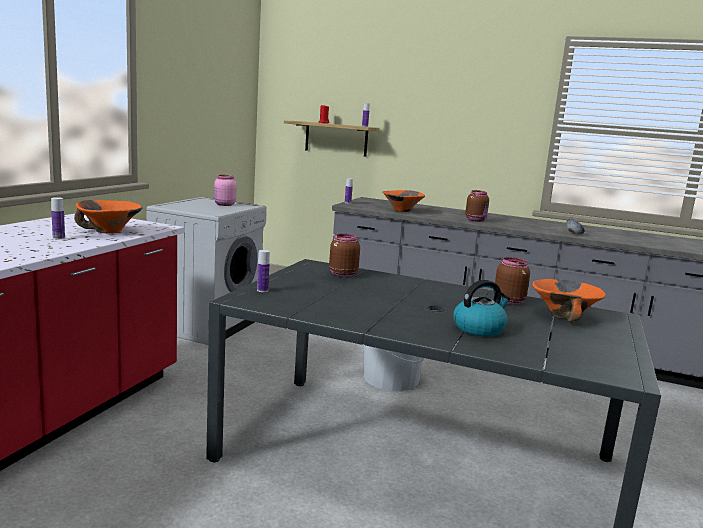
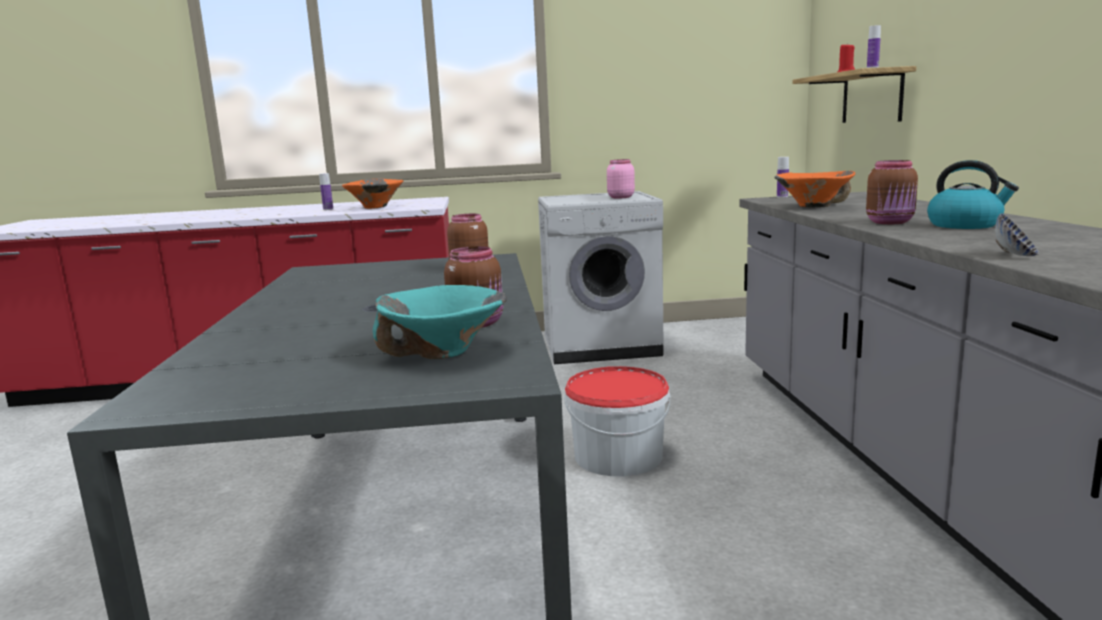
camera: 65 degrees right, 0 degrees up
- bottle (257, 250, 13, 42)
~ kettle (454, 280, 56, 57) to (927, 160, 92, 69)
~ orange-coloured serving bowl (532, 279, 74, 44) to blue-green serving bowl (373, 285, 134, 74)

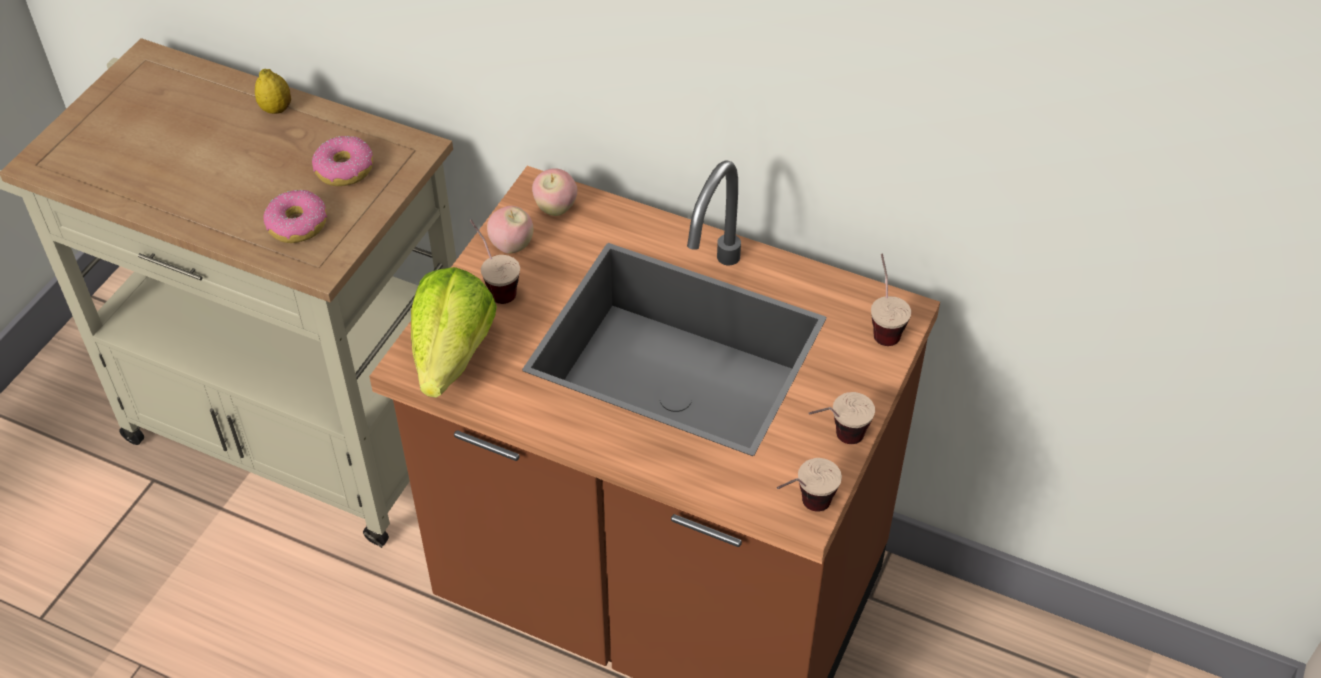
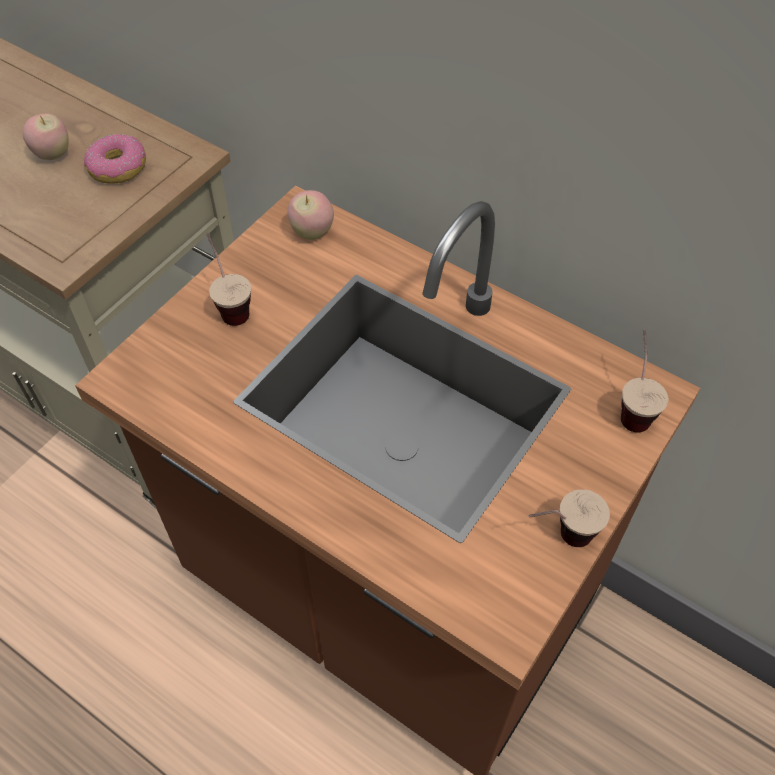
camera: 10 degrees right, 5 degrees up
- citrus fruit (255, 69, 36, 45)
- ring doughnut (263, 190, 64, 53)
- lettuce head (411, 267, 86, 131)
- cup (777, 458, 65, 54)
~ apple fruit (487, 206, 46, 47) to (23, 113, 45, 47)

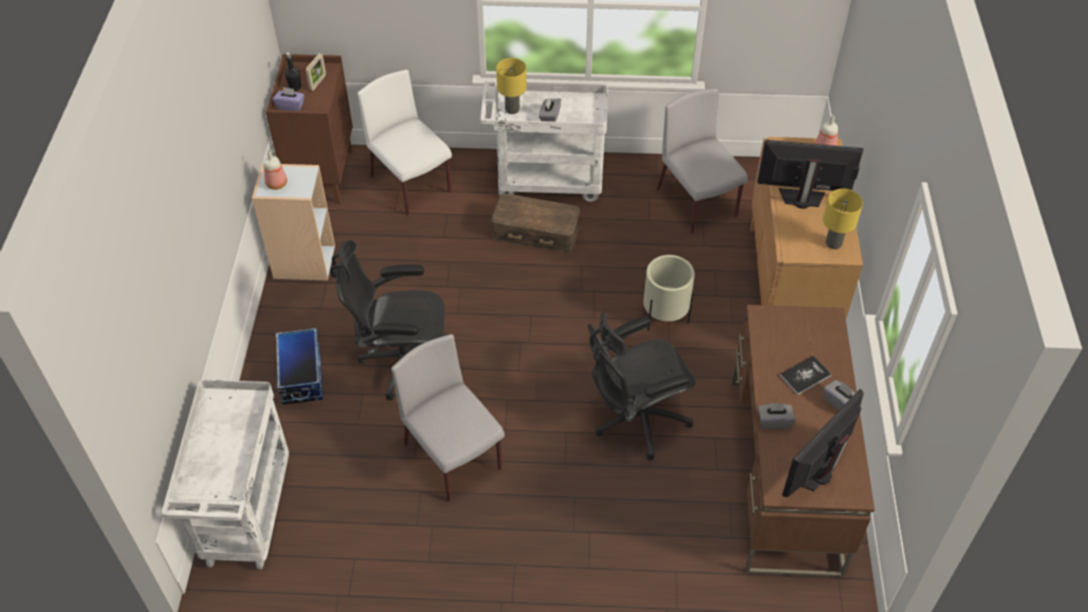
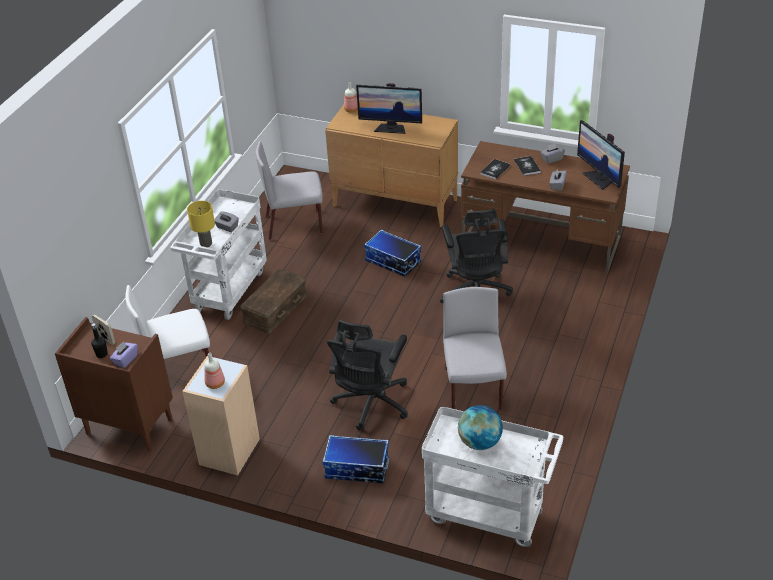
camera: 70 degrees left, 10 degrees down
- yellowish lamp for a table (823, 189, 40, 60)
+ world globe (458, 405, 45, 45)
+ bound book (480, 159, 30, 20)
~ beige-coloured flower pot (644, 255, 51, 76) to storage container (364, 230, 58, 47)
~ grey chair (391, 334, 114, 167) = (443, 287, 64, 123) 105 degrees clockwise
~ computer display (757, 140, 107, 69) = (356, 83, 66, 51) 105 degrees counterclockwise

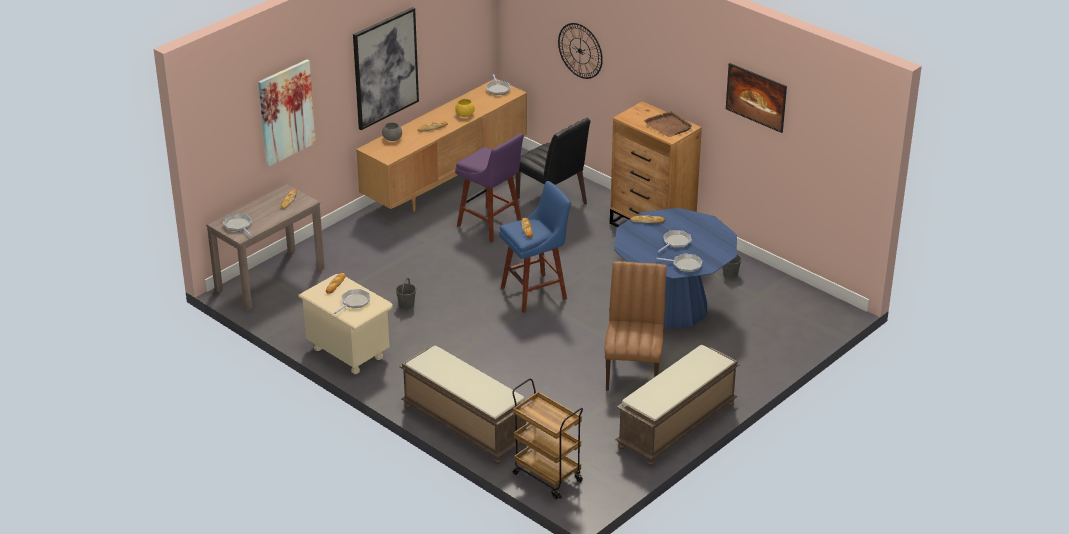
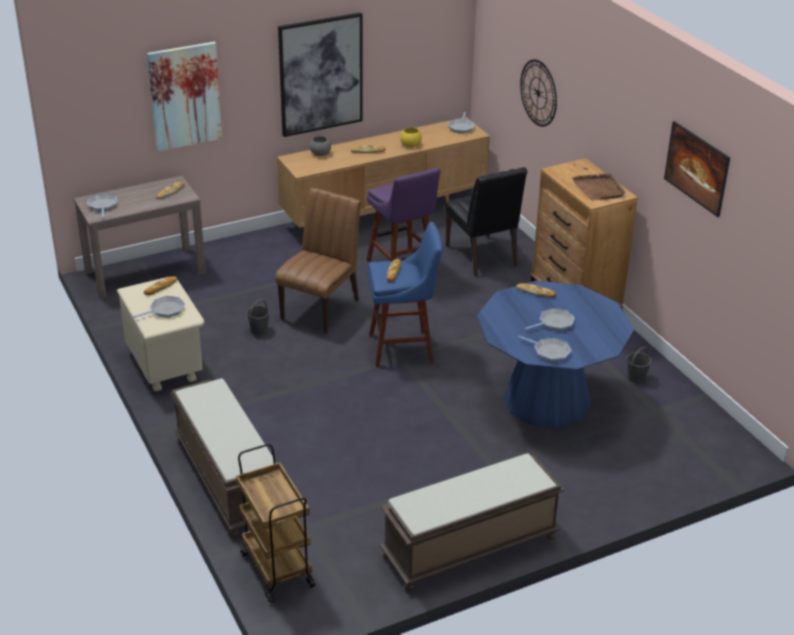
camera: 20 degrees right, 0 degrees up
~ brownish chair (604, 261, 62, 130) to (276, 188, 85, 146)

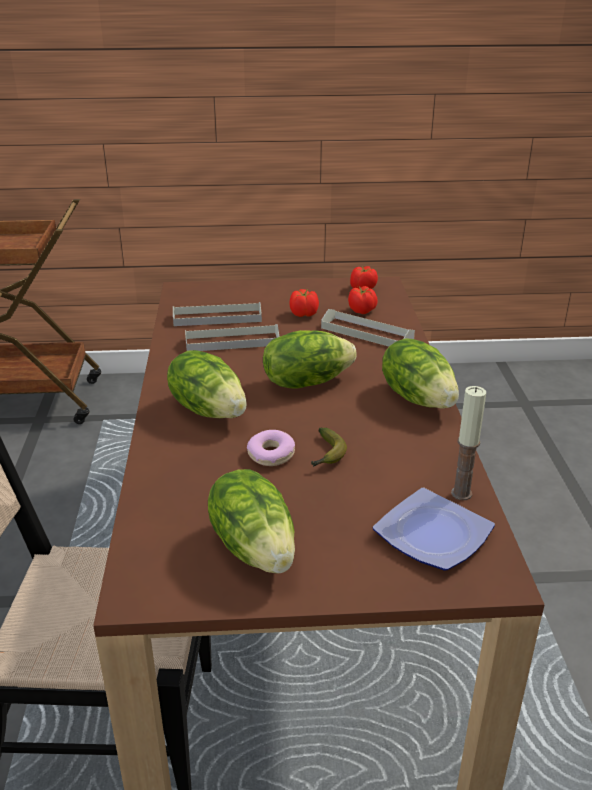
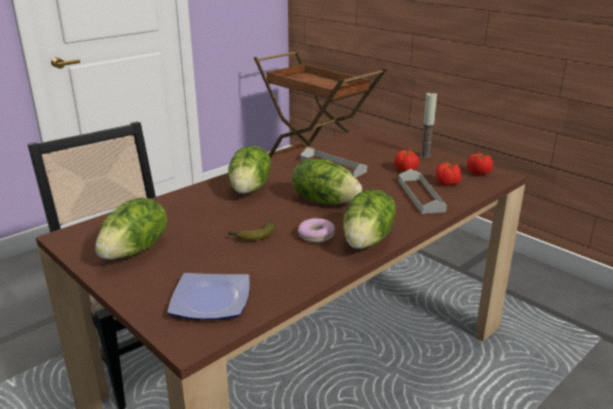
camera: 50 degrees right, 5 degrees down
- grey carrying tray (173, 302, 89, 24)
~ ring doughnut (247, 430, 48, 36) to (298, 218, 37, 25)
~ wax candle (451, 386, 35, 114) to (420, 93, 17, 65)

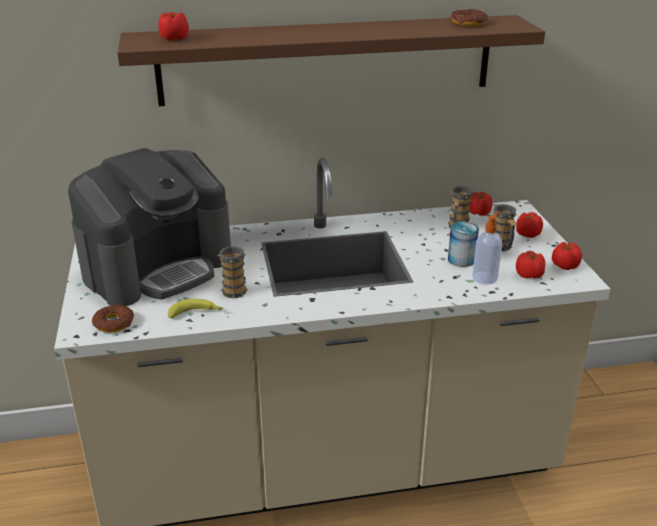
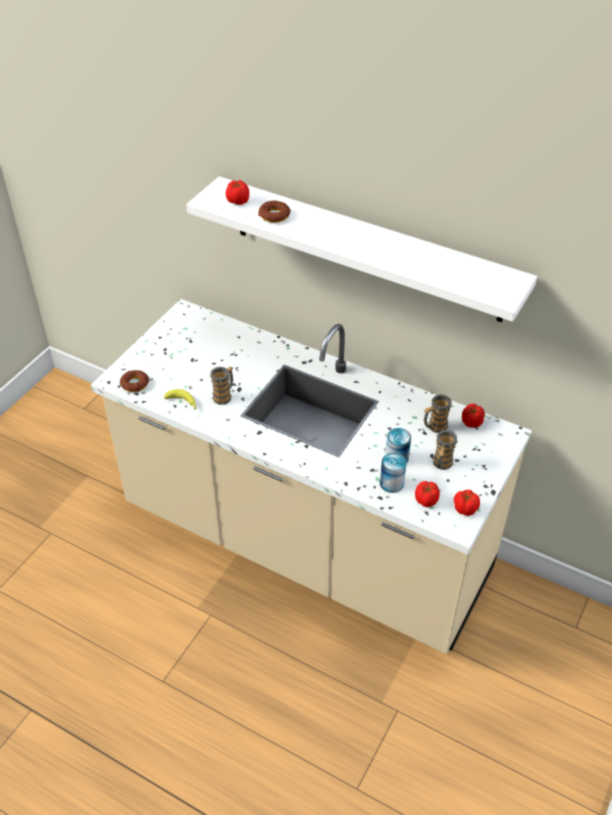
camera: 40 degrees right, 15 degrees up
- coffee maker (68, 148, 163, 158)
- tomato (516, 212, 27, 26)
~ ring doughnut (451, 9, 37, 17) to (258, 201, 33, 22)
~ liquid soap bottle (472, 212, 30, 73) to can (380, 453, 27, 40)
~ brownish bracket shelf (117, 15, 428, 91) to white-coloured bracket shelf (186, 176, 352, 146)

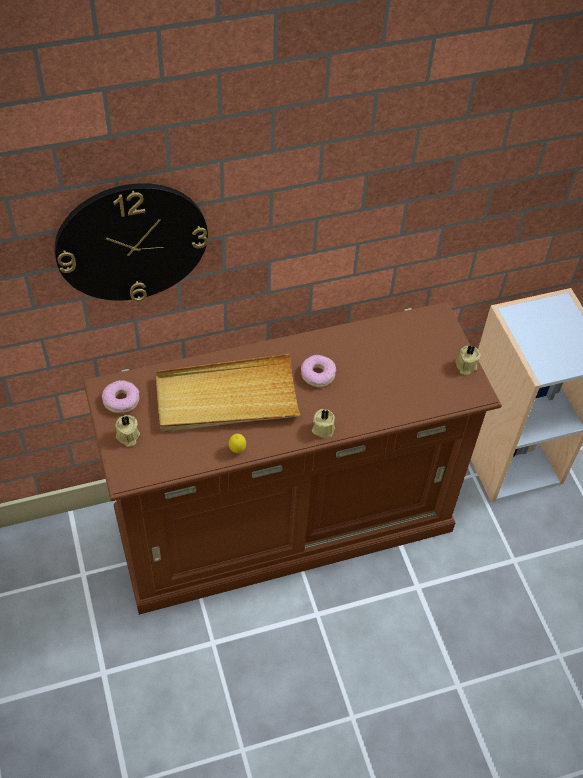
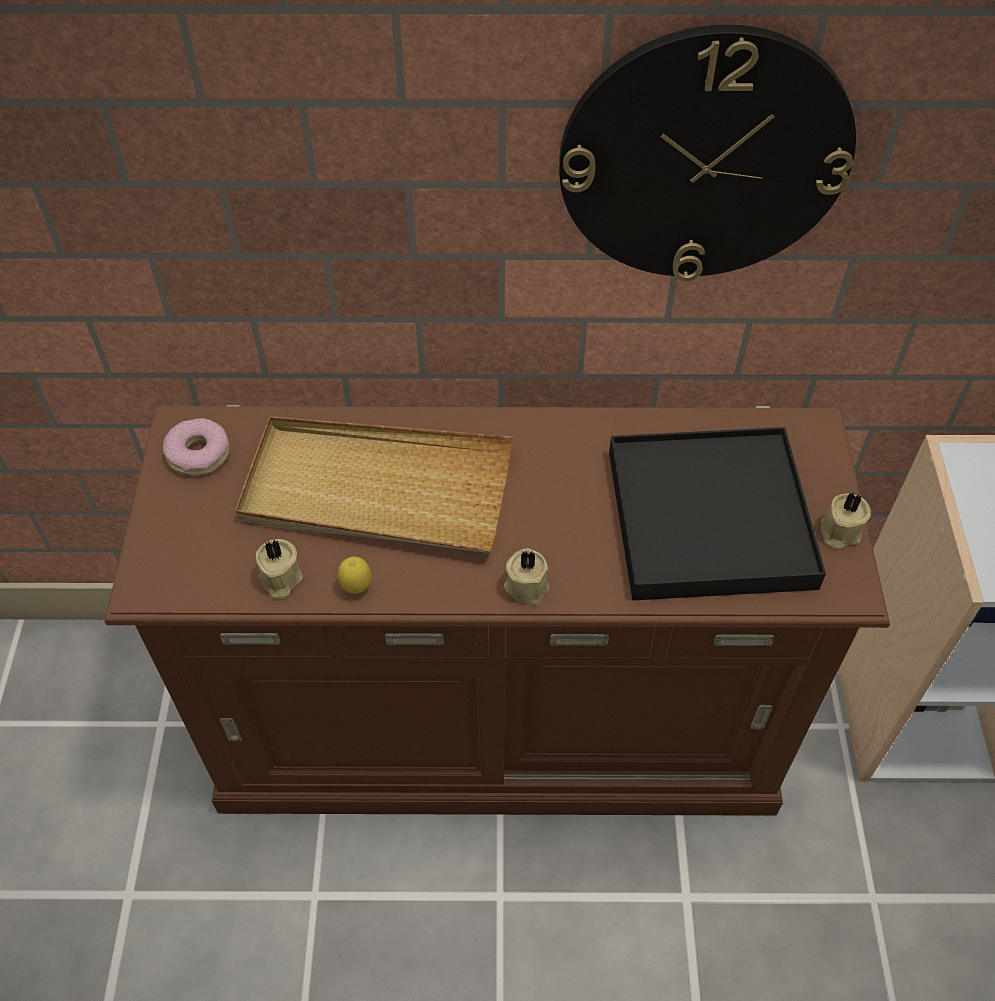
camera: 20 degrees right, 0 degrees up
- ring doughnut (301, 355, 35, 32)
+ blackish carrying tray (609, 427, 217, 173)
~ hanging clock (54, 183, 154, 119) to (559, 25, 297, 256)
~ beige-coloured wax candle (115, 415, 25, 32) to (256, 539, 47, 60)

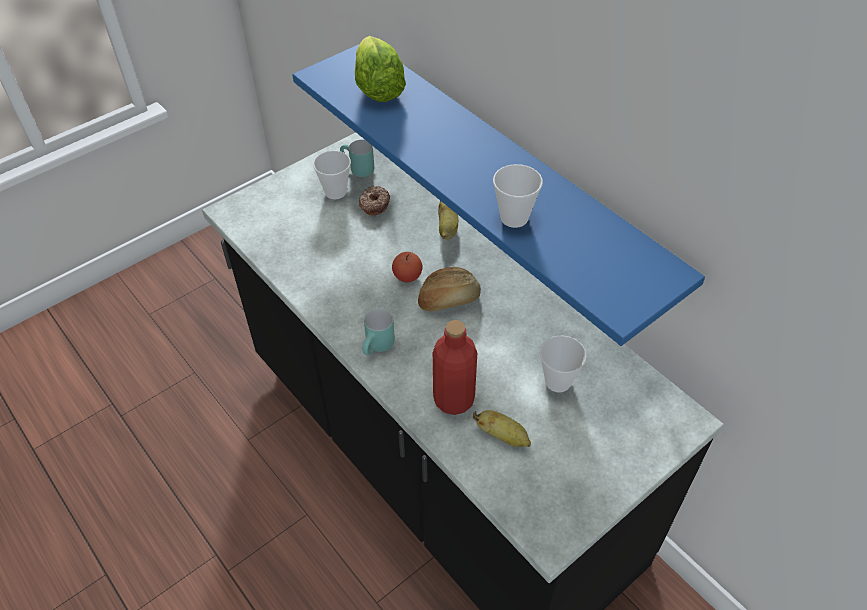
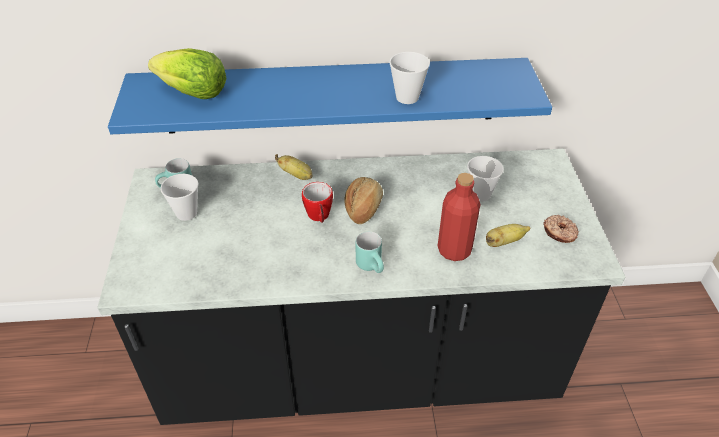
camera: 55 degrees left, 5 degrees down
~ ring doughnut (359, 186, 31, 29) to (543, 215, 36, 28)
~ apple fruit (392, 252, 31, 30) to coffee mug (302, 182, 31, 41)

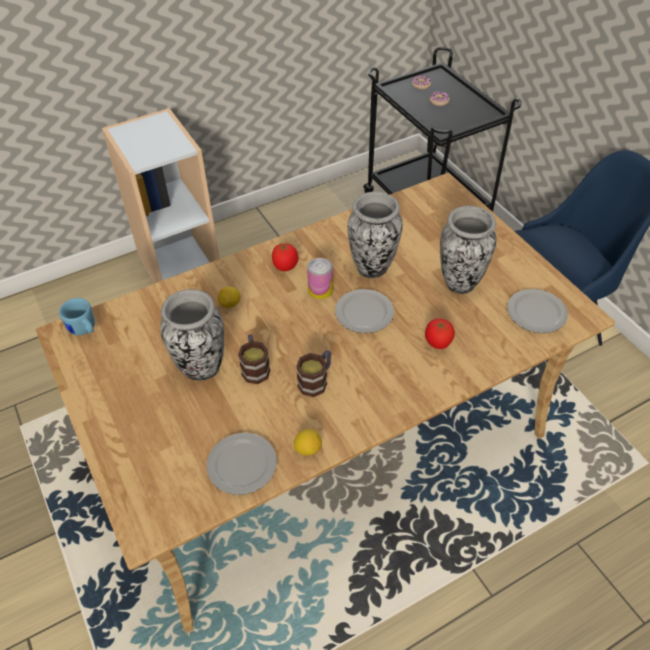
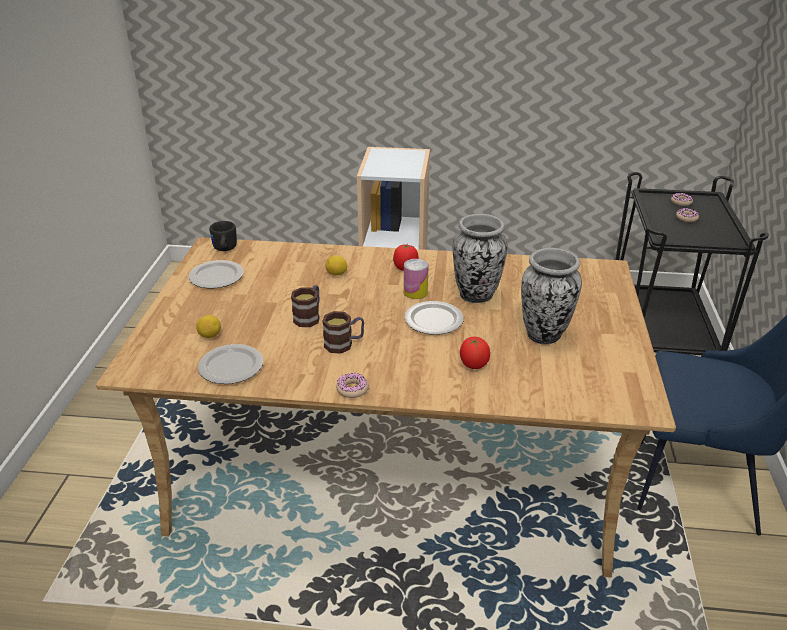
camera: 35 degrees right, 15 degrees down
- vase (160, 289, 64, 92)
+ ring doughnut (336, 373, 33, 25)
~ citrus fruit (294, 429, 28, 27) to (196, 315, 25, 23)
~ flat dish (507, 289, 61, 44) to (189, 260, 55, 29)
~ bluish coffee mug (59, 298, 36, 37) to blackish coffee mug (209, 221, 28, 30)

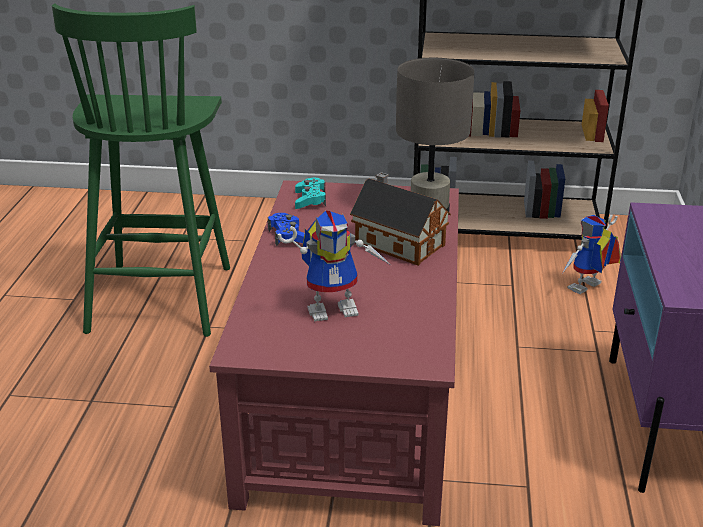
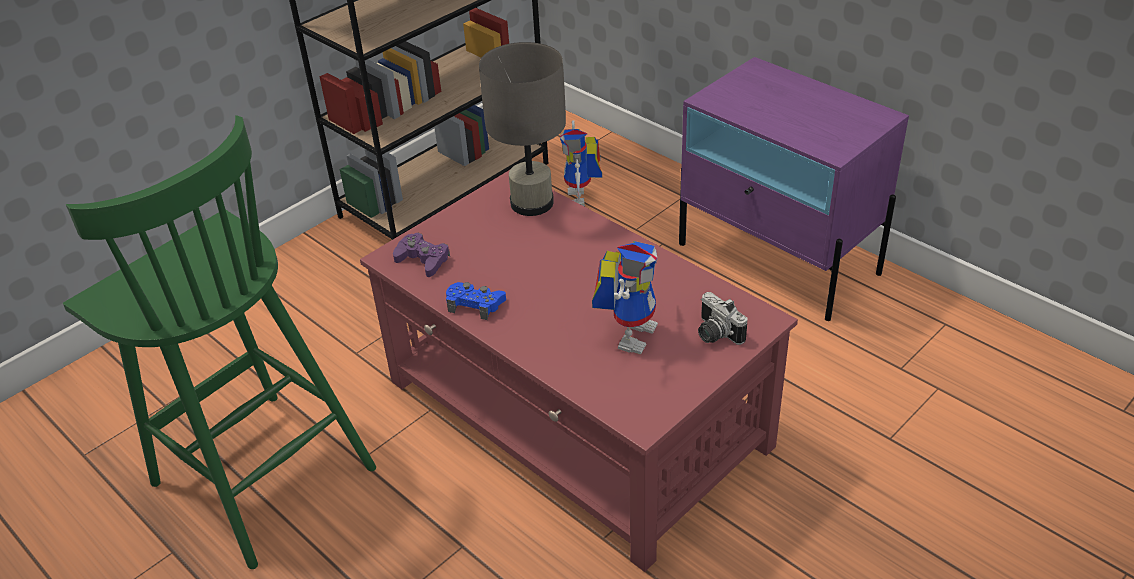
camera: 50 degrees left, 10 degrees up
- miniature house (350, 172, 101, 94)
+ still camera (698, 292, 49, 53)
~ blue-green joypad (295, 178, 31, 31) to purple joypad (393, 233, 57, 44)

